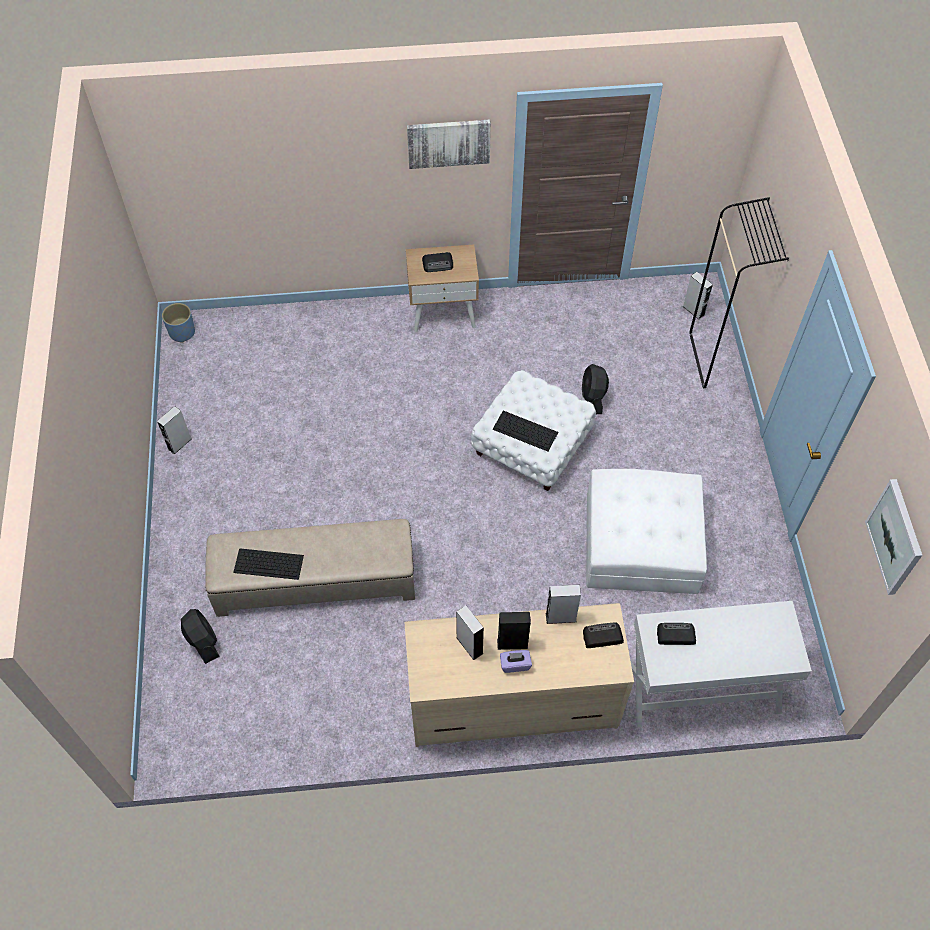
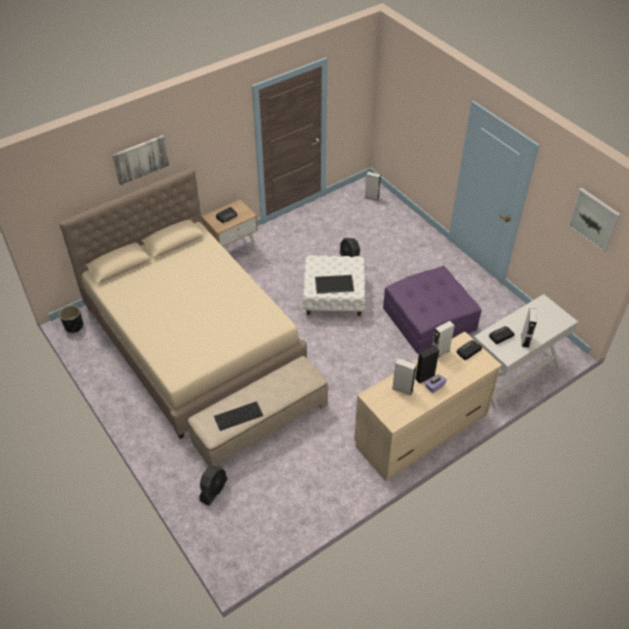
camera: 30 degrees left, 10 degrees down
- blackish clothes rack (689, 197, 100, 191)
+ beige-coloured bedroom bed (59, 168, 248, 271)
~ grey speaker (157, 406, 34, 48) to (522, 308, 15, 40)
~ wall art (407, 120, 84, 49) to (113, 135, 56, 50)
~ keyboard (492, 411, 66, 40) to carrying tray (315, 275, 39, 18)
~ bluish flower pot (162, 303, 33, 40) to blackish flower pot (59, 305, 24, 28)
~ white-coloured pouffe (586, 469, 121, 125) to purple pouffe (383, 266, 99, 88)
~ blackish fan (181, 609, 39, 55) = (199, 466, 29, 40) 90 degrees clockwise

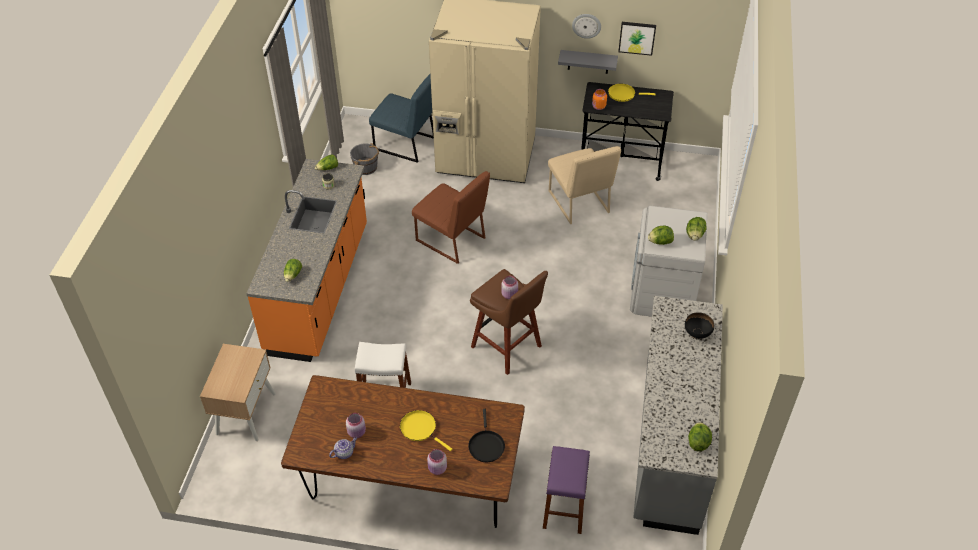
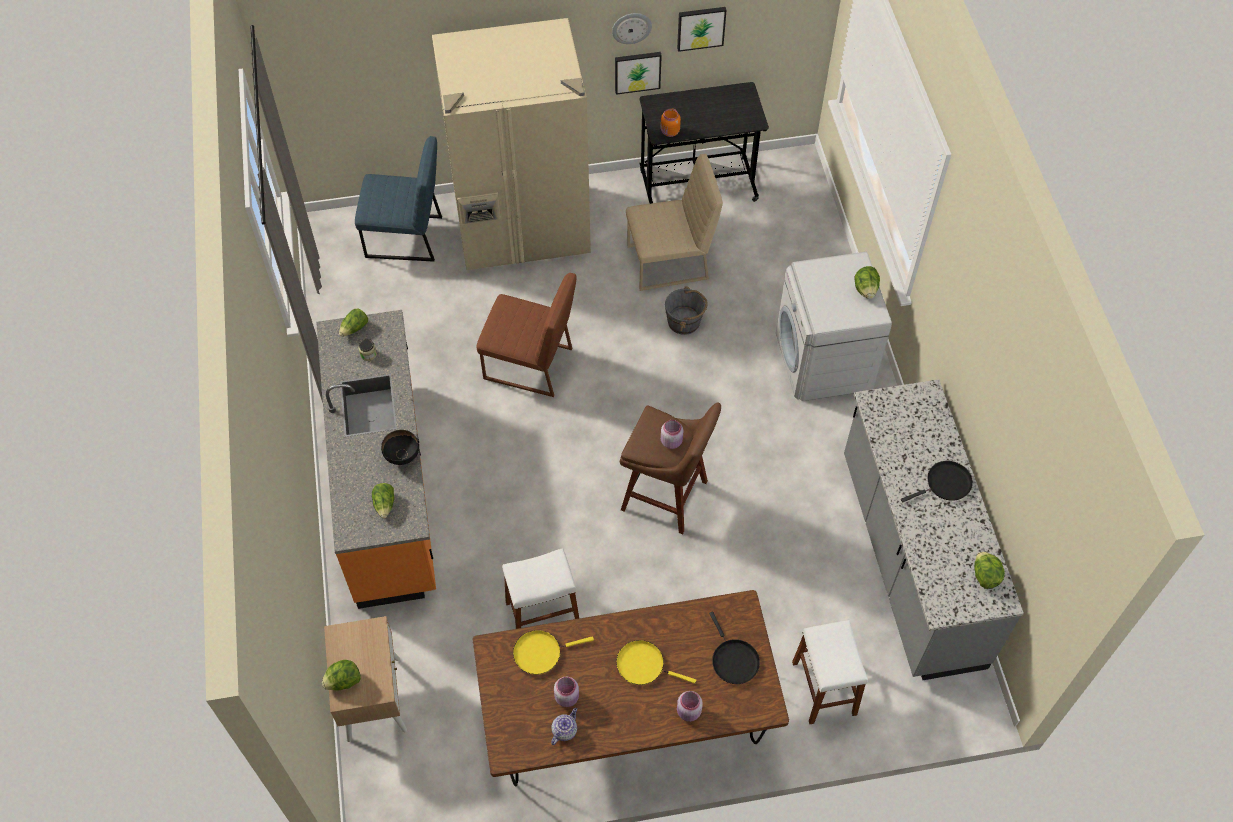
camera: 20 degrees left, 10 degrees up
+ blackish skillet (901, 461, 72, 41)
~ grey water bucket (350, 143, 29, 32) to (665, 287, 43, 48)
~ yellowish skillet (608, 84, 48, 18) to (513, 630, 81, 45)
~ lettuce head (648, 226, 26, 19) to (322, 660, 39, 31)
~ blackish serving bowl (685, 312, 29, 28) to (381, 430, 38, 35)
~ grey bracket shelf (558, 50, 60, 24) to wall art (615, 52, 47, 43)
~ purple stool (543, 446, 47, 88) to white-coloured stool (792, 620, 76, 104)
~ beige-coloured chair (548, 146, 73, 78) = (626, 154, 97, 137) 60 degrees counterclockwise

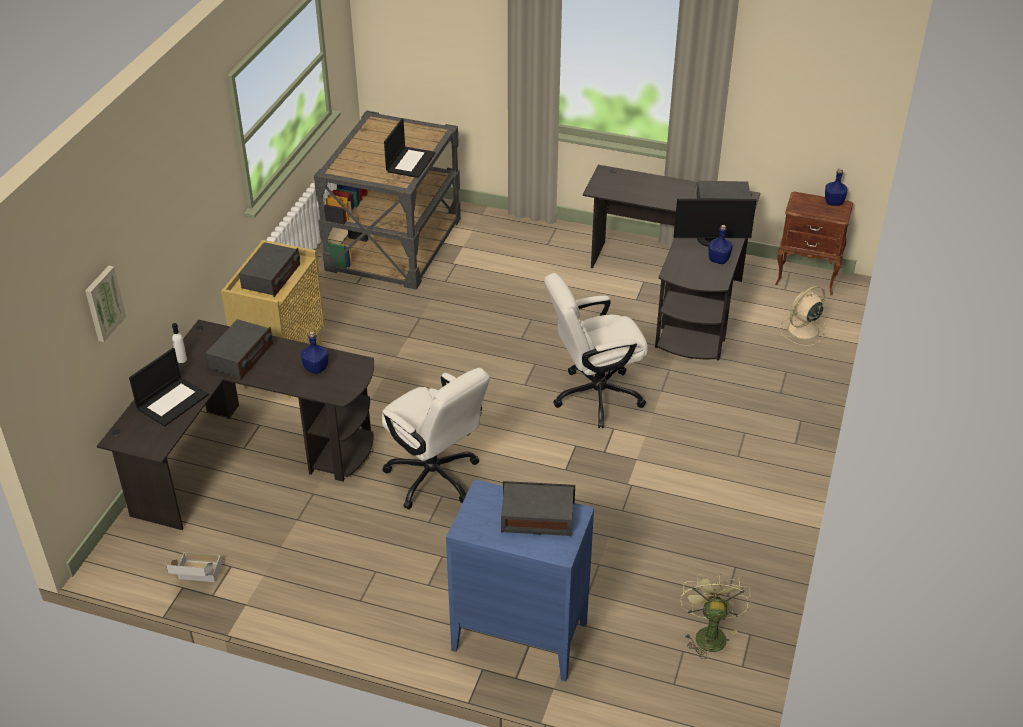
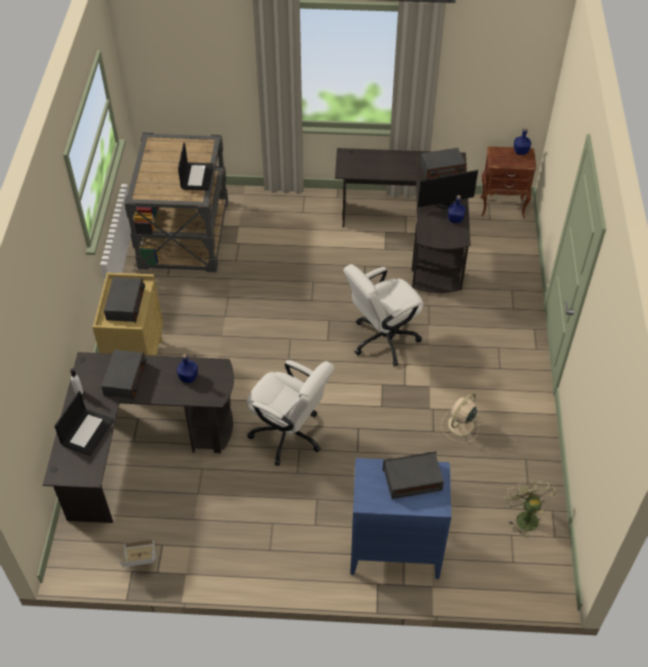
camera: 15 degrees left, 10 degrees up
- wall art (85, 266, 41, 76)
~ beige-coloured fan (779, 286, 47, 60) to (441, 393, 38, 50)

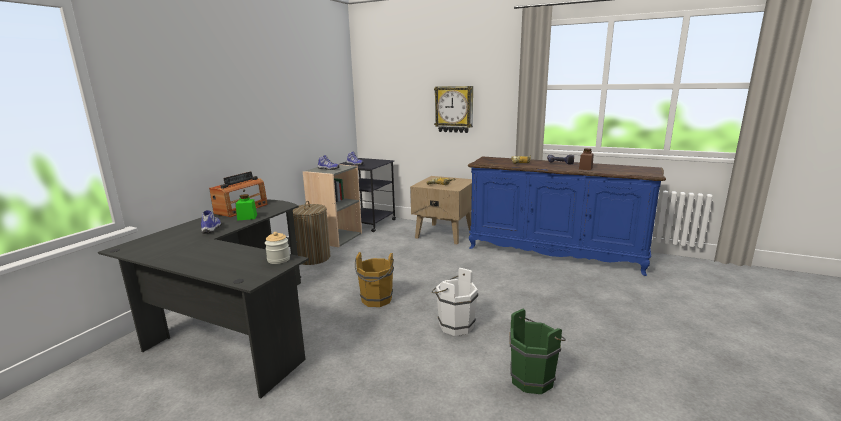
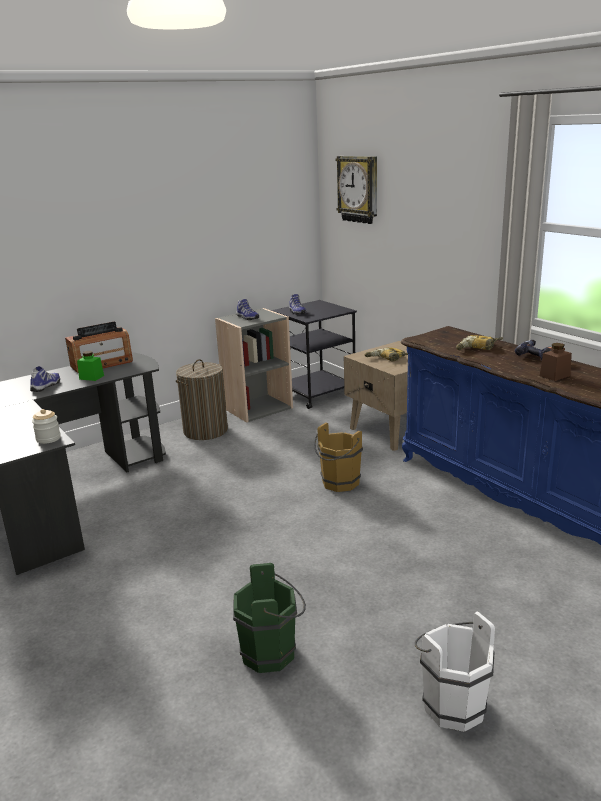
camera: 30 degrees right, 5 degrees up
~ brownish water bucket (355, 252, 39, 55) to (314, 422, 49, 70)
~ white-coloured water bucket (432, 268, 46, 68) to (415, 611, 80, 121)
~ hanging clock (434, 86, 39, 47) to (335, 156, 42, 68)

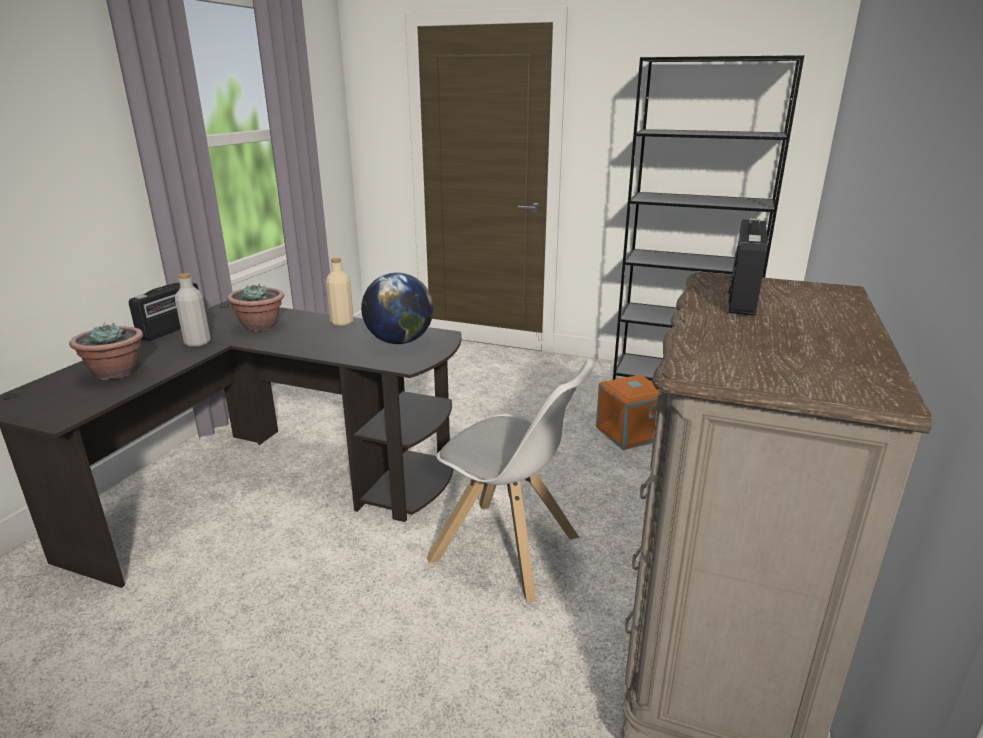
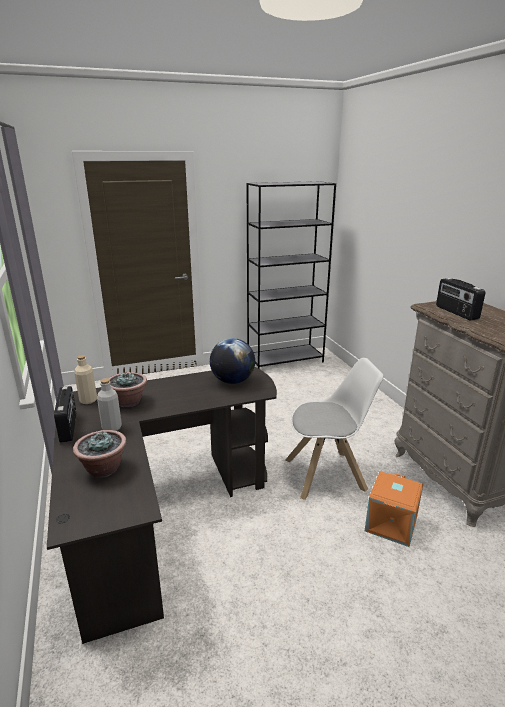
camera: 40 degrees left, 0 degrees up
~ beige-coloured bottle (326, 258, 28, 68) to (74, 355, 23, 49)
~ orange-coloured storage container (596, 375, 63, 75) to (365, 471, 58, 76)

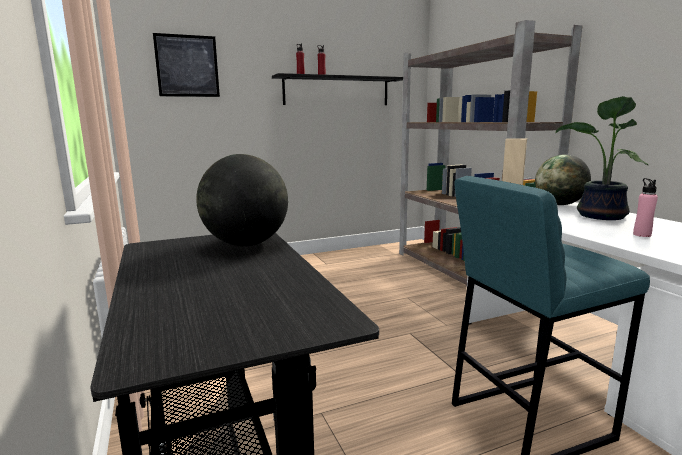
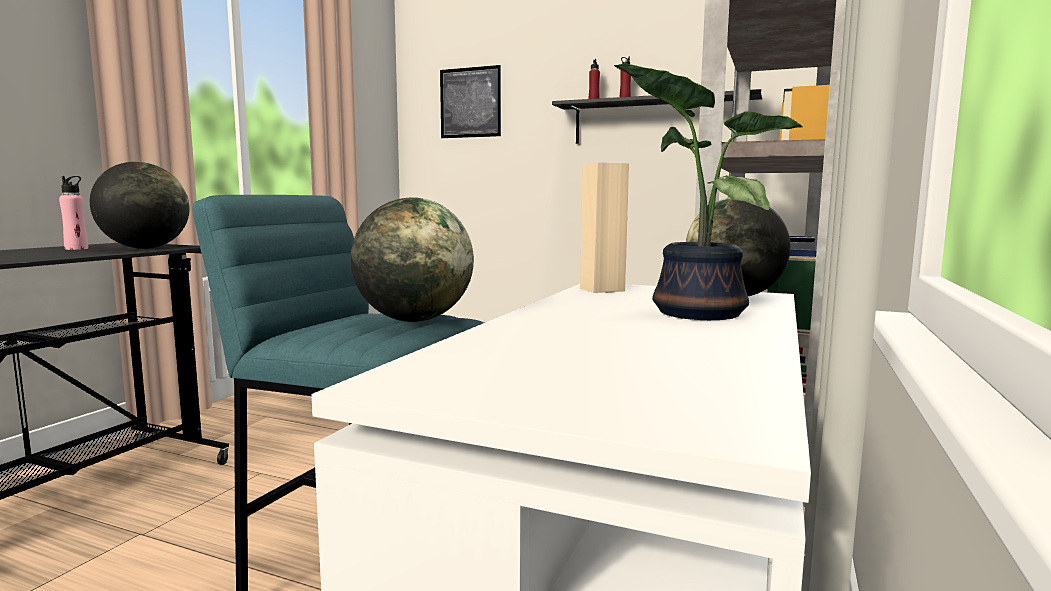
camera: 45 degrees right, 5 degrees down
+ world globe (350, 197, 124, 125)
~ pinkish bottle (633, 178, 25, 59) to (59, 176, 29, 74)

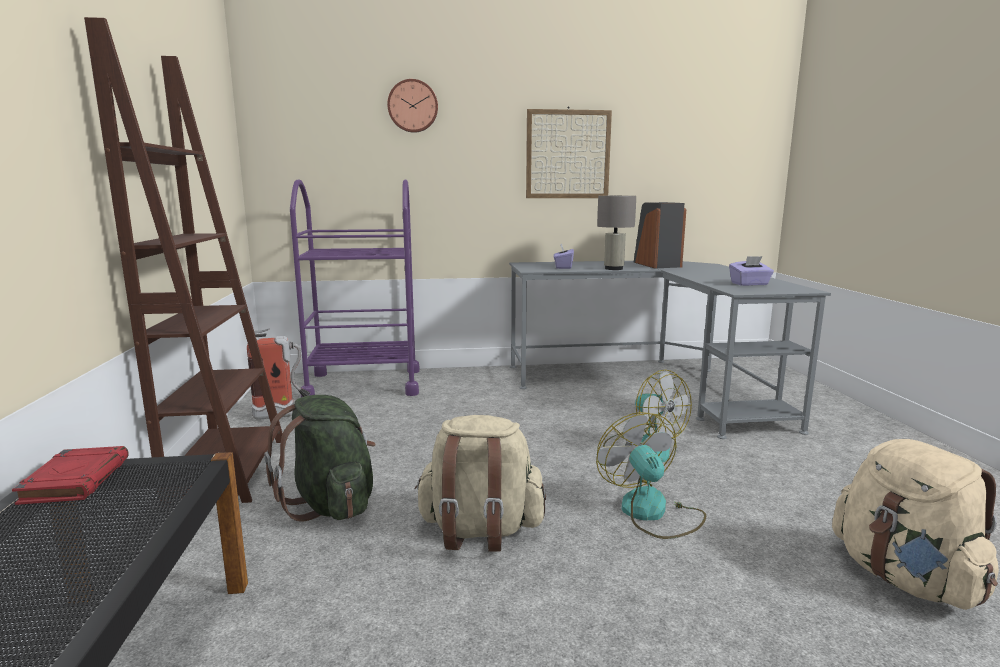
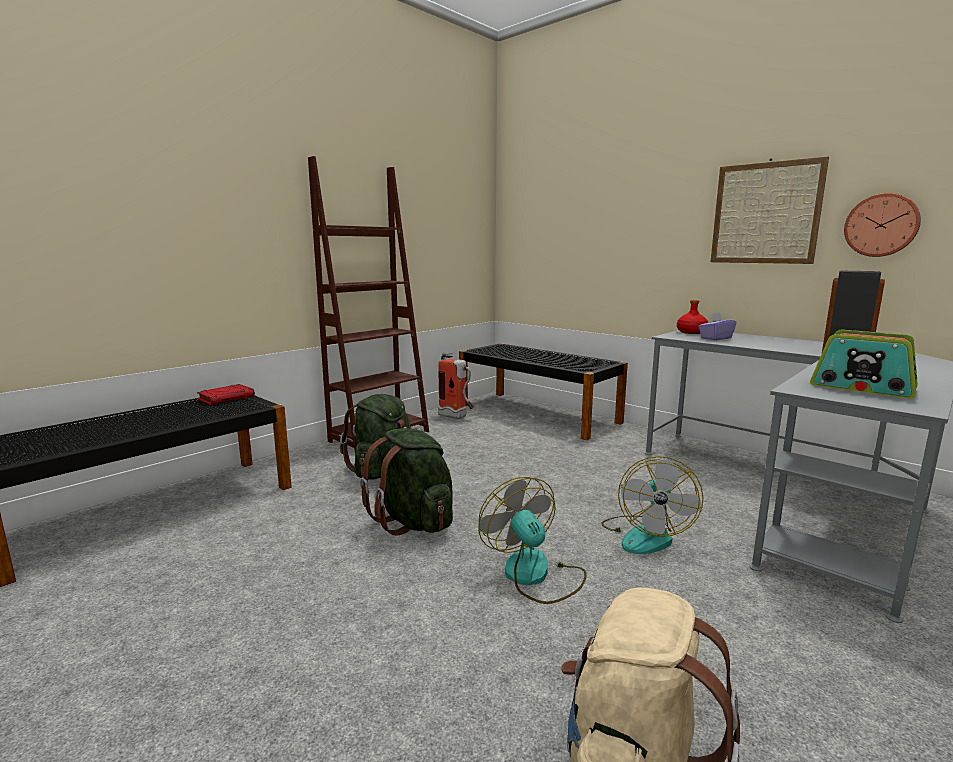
camera: 50 degrees right, 0 degrees up
- grey lamp for a table (597, 196, 39, 74)
+ reddish bottle (677, 300, 31, 34)
~ hanging clock (387, 79, 51, 54) to (844, 193, 77, 64)
~ purple trolley (290, 179, 130, 218) to blackish bench (459, 343, 169, 98)
~ purple tissue box (729, 256, 45, 30) to radio receiver (810, 330, 108, 68)
~ beige-coloured rucksack (415, 415, 131, 137) to green rucksack (360, 428, 93, 108)
~ fan (596, 412, 110, 127) = (478, 477, 109, 127) 60 degrees counterclockwise

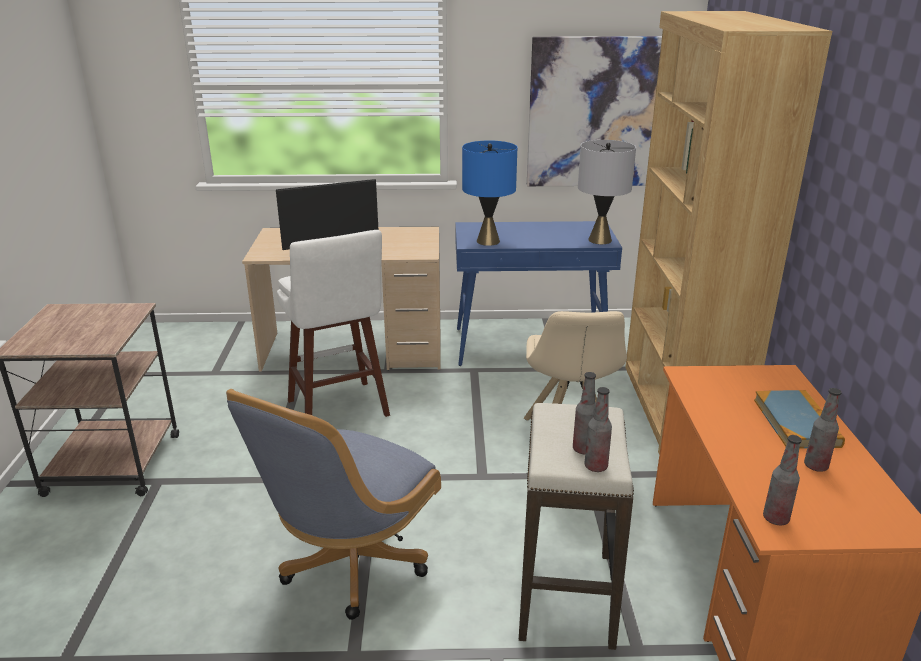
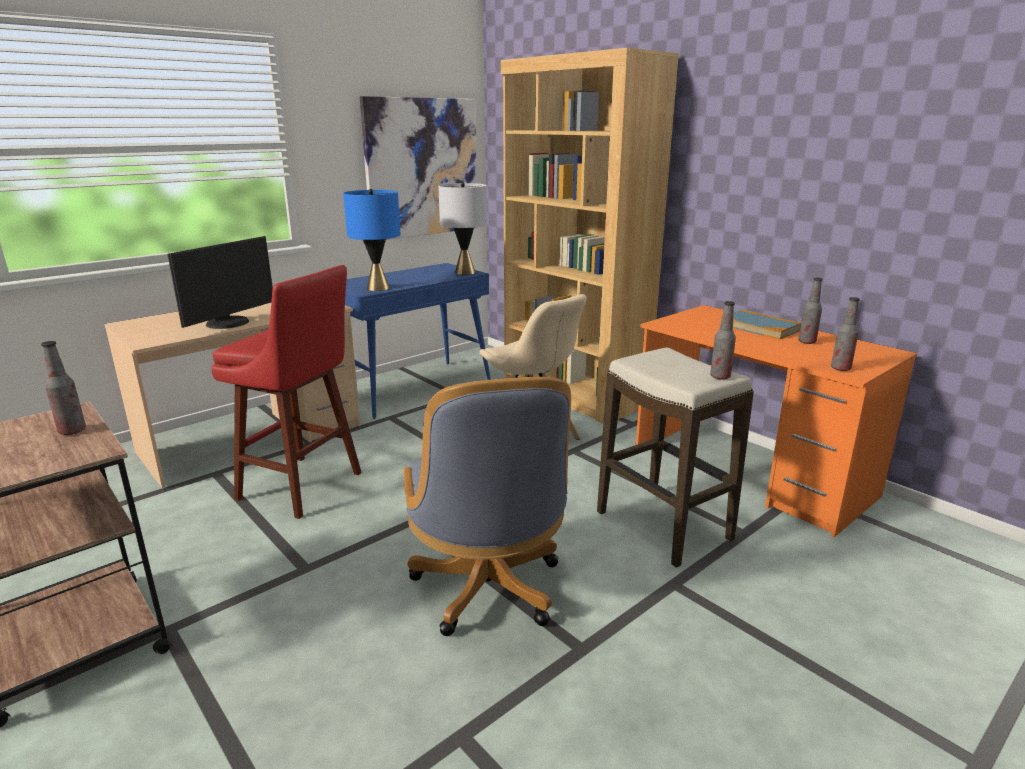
camera: 40 degrees left, 5 degrees down
~ bottle (573, 372, 23, 82) to (41, 341, 45, 94)
~ white-coloured stool (277, 230, 113, 187) to reddish stool (211, 265, 151, 254)

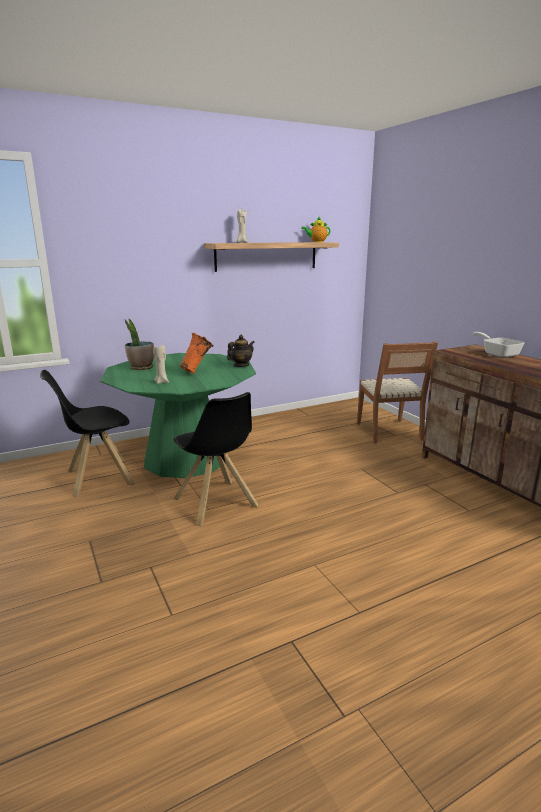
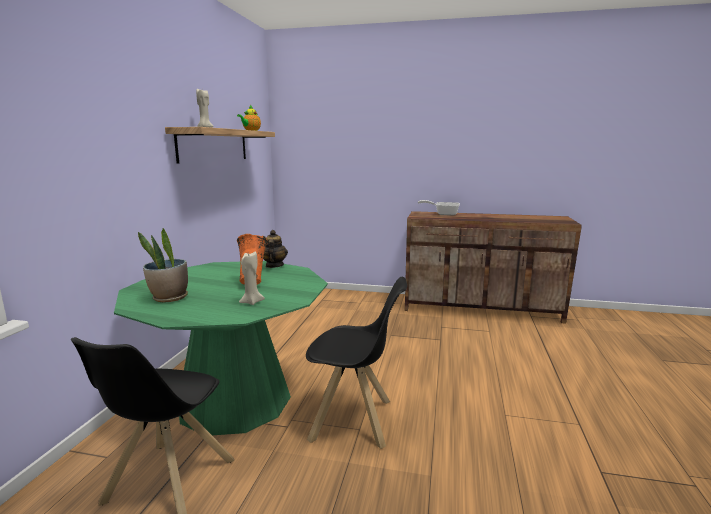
camera: 50 degrees left, 5 degrees down
- chair (357, 341, 81, 103)

